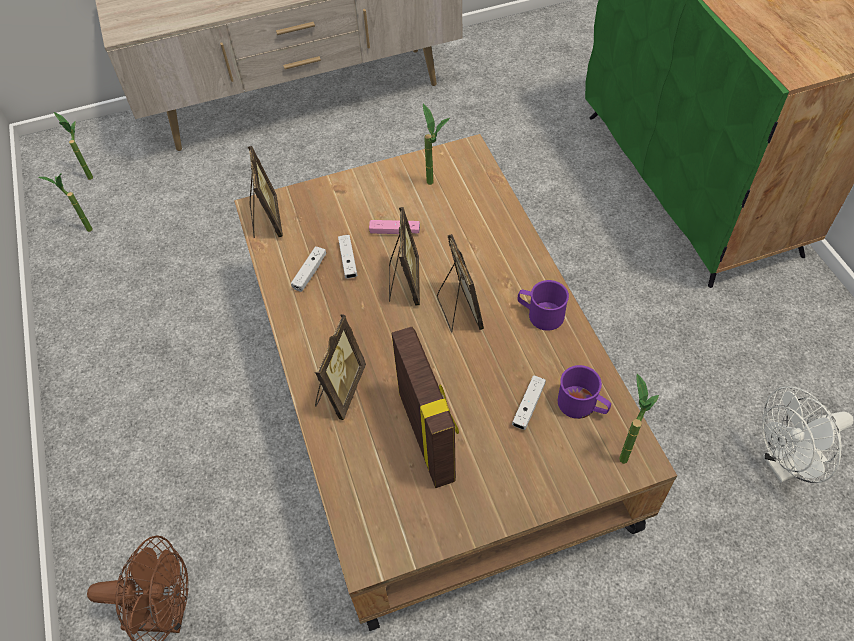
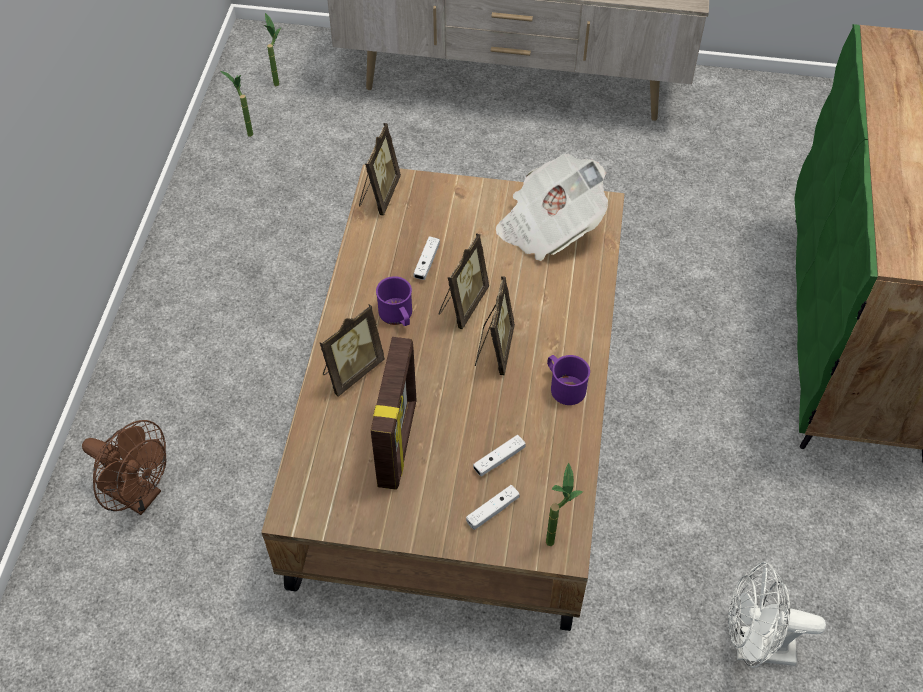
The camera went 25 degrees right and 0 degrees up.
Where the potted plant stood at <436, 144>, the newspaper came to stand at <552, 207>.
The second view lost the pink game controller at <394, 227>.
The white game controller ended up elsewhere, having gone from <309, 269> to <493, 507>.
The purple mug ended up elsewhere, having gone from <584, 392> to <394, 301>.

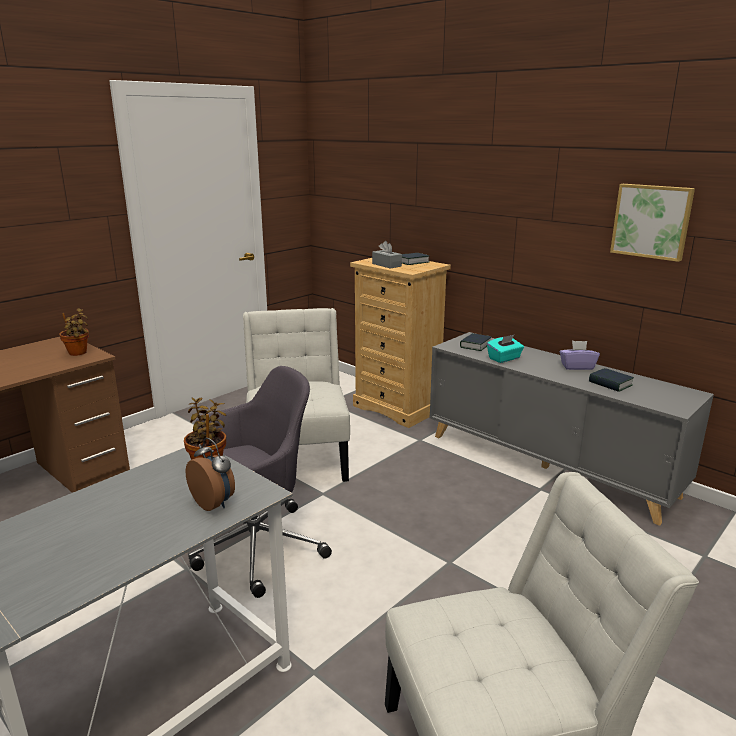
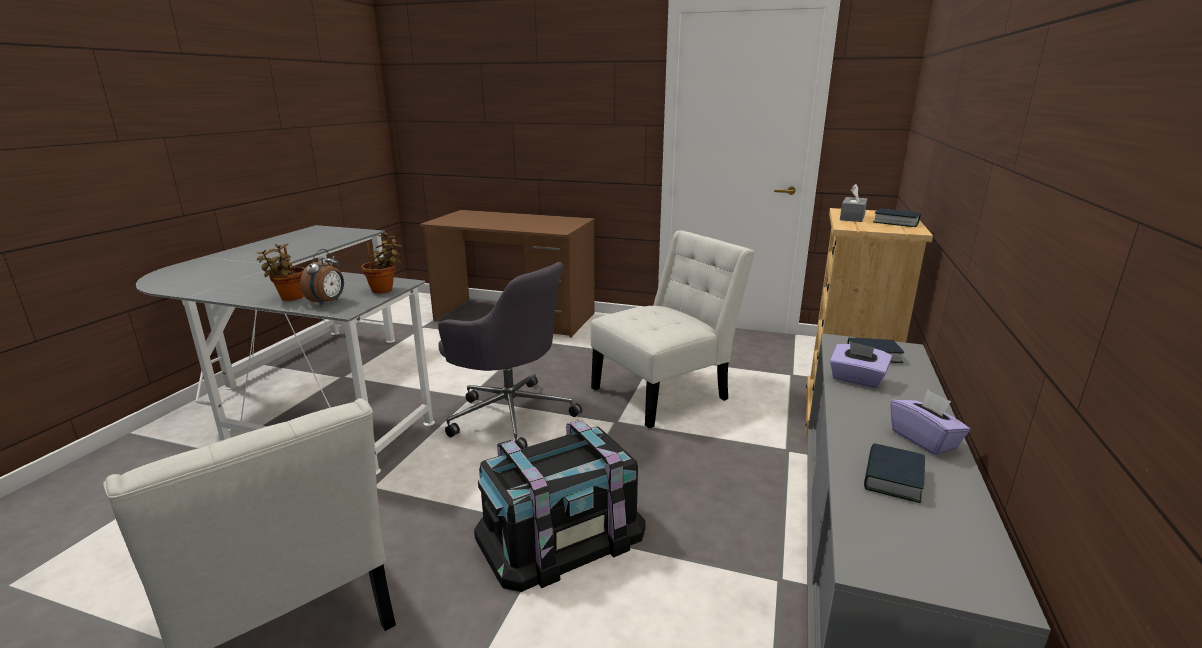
The camera went 65 degrees right and 0 degrees up.
The second view lost the picture at <652, 223>.
The potted plant ended up elsewhere, having gone from <74, 332> to <281, 272>.
What was the turquoise tissue box at <505, 348> turned into the purple tissue box at <861, 365>.
The second view gained the black storage box at <559, 506>.

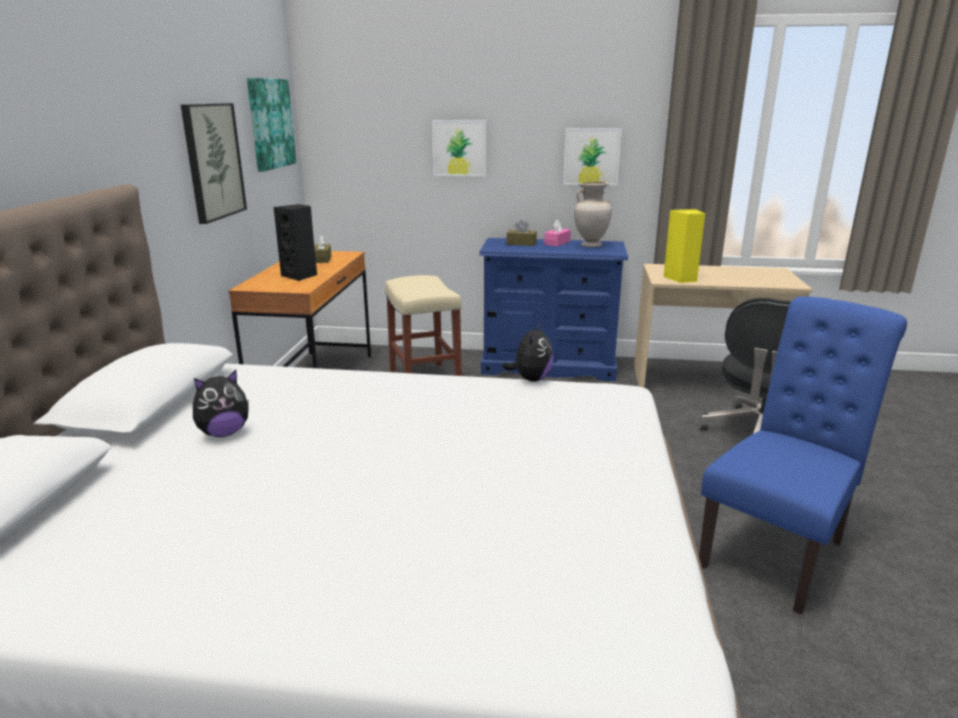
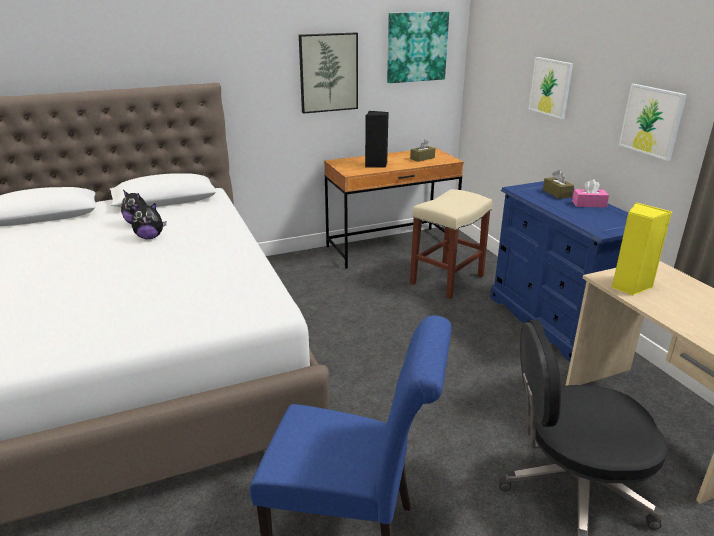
The camera went 60 degrees right and 5 degrees up.
The second view lost the beige vase at <593, 214>.
The plush toy ended up elsewhere, having gone from <527, 352> to <149, 221>.

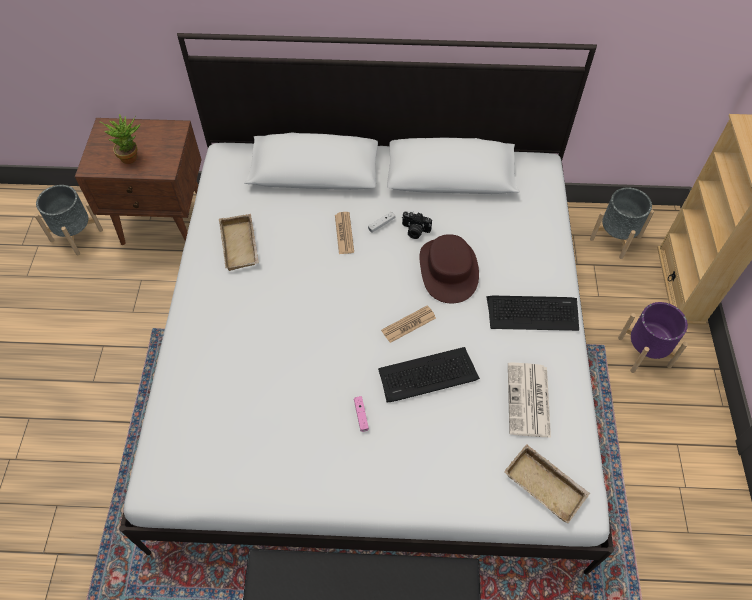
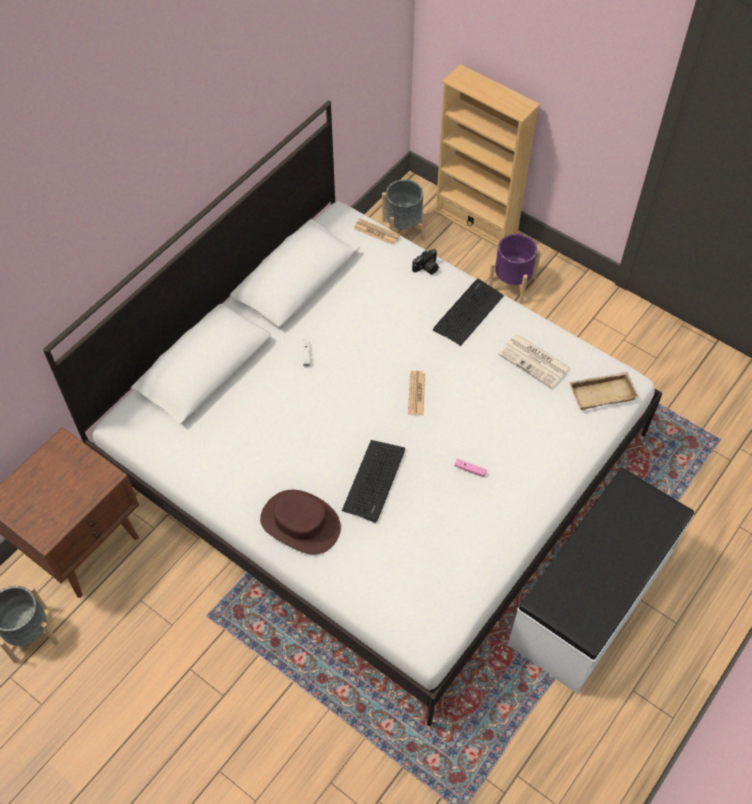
The camera went 55 degrees left and 0 degrees up.
The second view lost the potted plant at <120, 139>.
The photo camera ended up elsewhere, having gone from <417, 225> to <425, 261>.
The newspaper ended up elsewhere, having gone from <344, 233> to <377, 232>.
The second view lost the beige tray at <239, 242>.
The brown hat ended up elsewhere, having gone from <449, 268> to <300, 522>.
The keyboard ended up elsewhere, having gone from <429, 374> to <373, 481>.

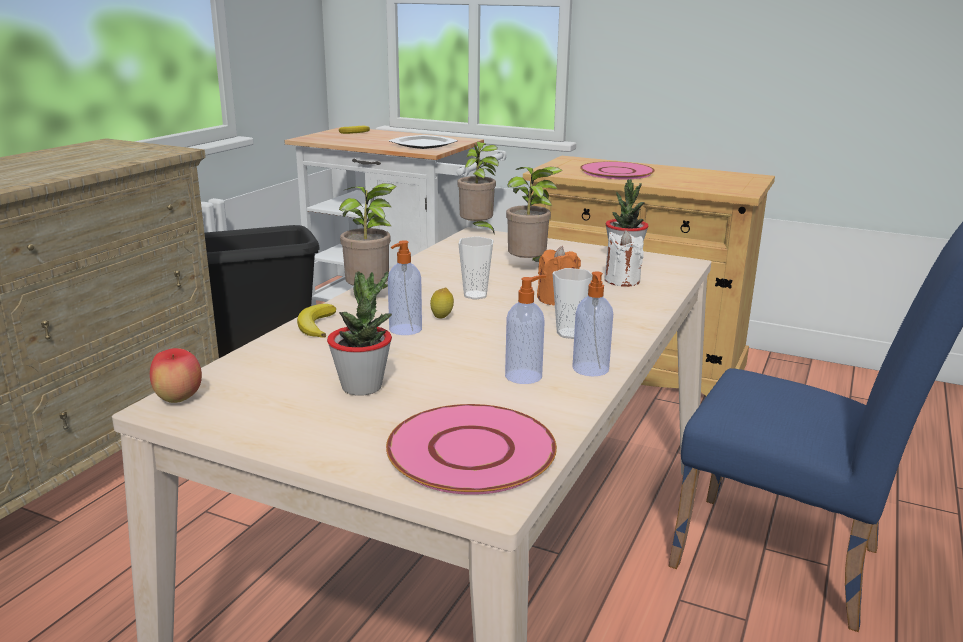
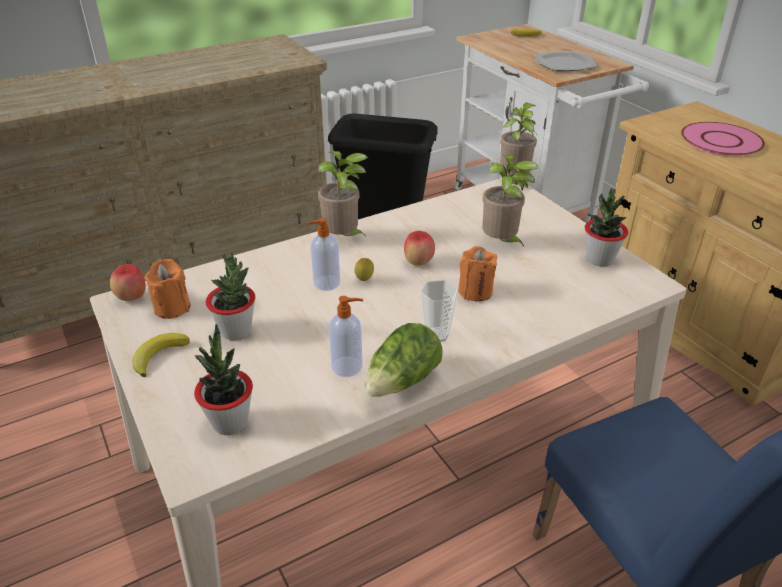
The camera went 35 degrees right and 15 degrees up.
The second view lost the white candle at <624, 258>.
Where the cup stood at <476, 267>, the apple came to stand at <419, 248>.
Where the soap dispenser stood at <592, 323>, the lettuce came to stand at <403, 360>.
The banana ended up elsewhere, having gone from <316, 321> to <161, 355>.
Where the pink plate stood at <471, 449>, the potted plant came to stand at <223, 379>.
The second view gained the orange candle at <167, 289>.

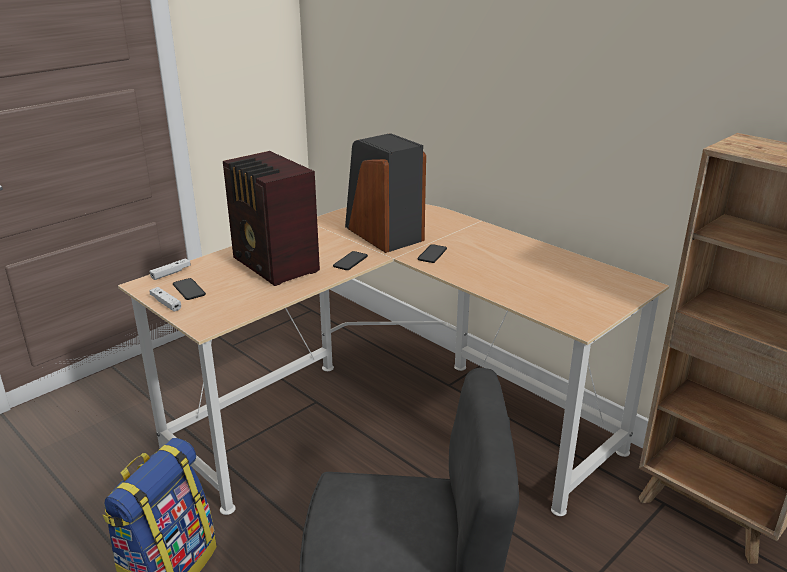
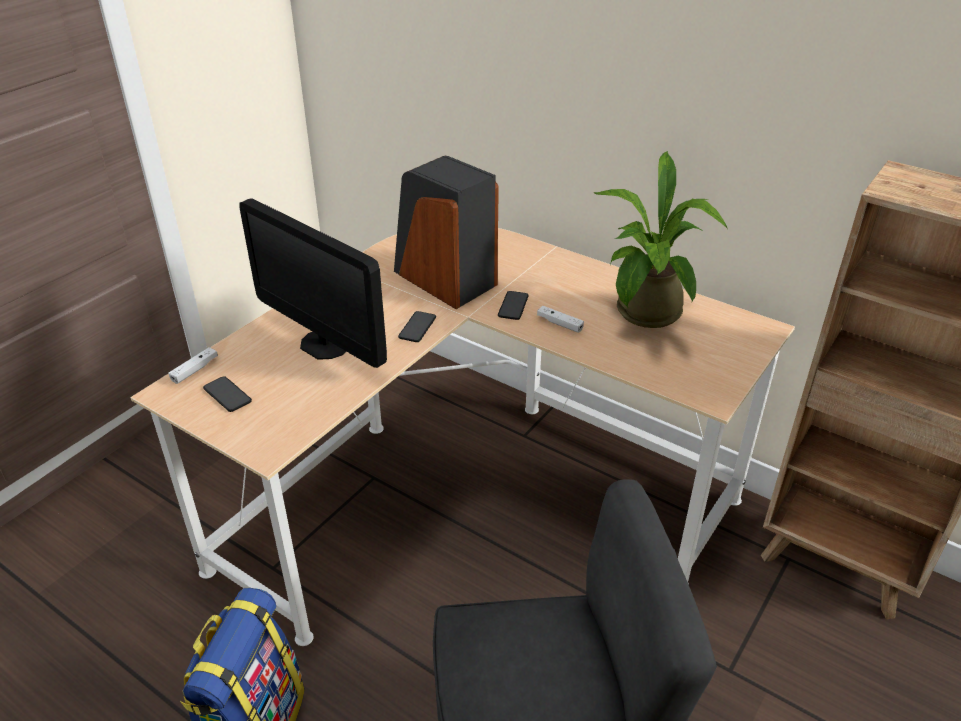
The camera went 10 degrees left and 10 degrees up.
Where the radio stood at <271, 218>, the monitor came to stand at <313, 283>.
The white game controller ended up elsewhere, having gone from <165, 299> to <560, 319>.
The second view gained the potted plant at <660, 239>.

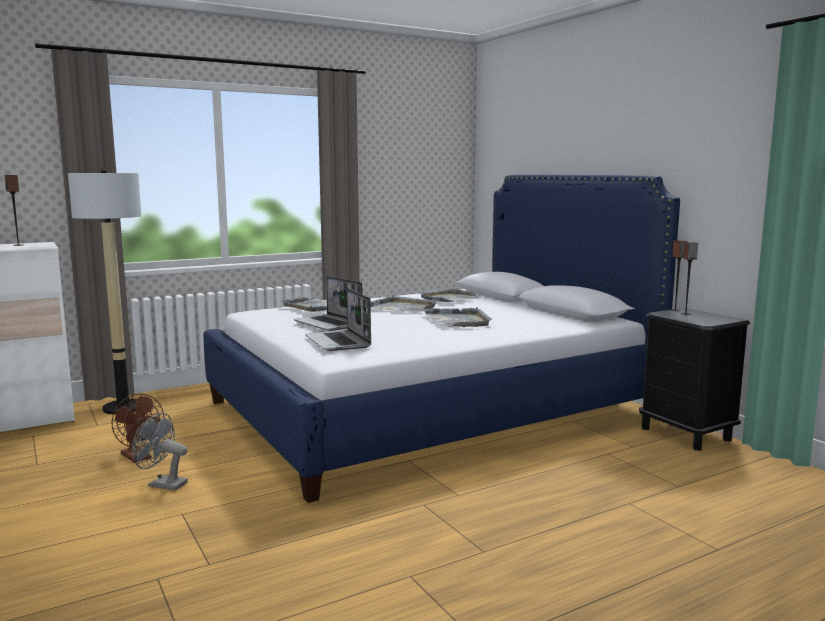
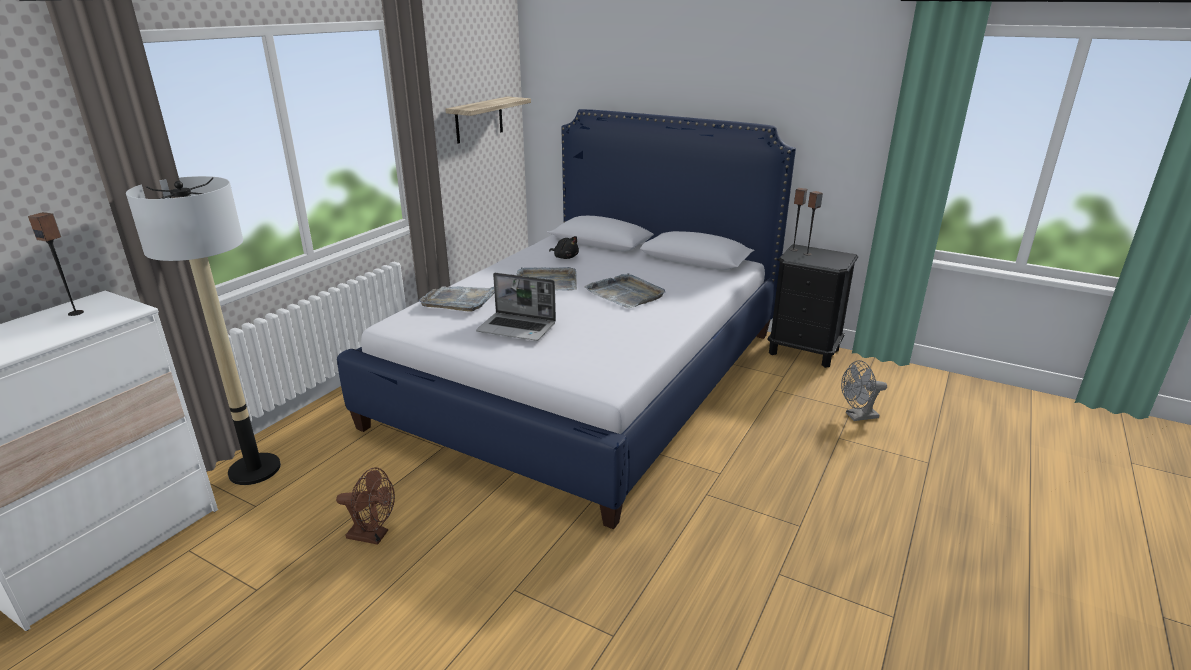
The camera went 30 degrees left and 15 degrees up.
The second view lost the laptop at <338, 319>.
Where the grey tray stood at <450, 295>, the black plush toy came to stand at <564, 247>.
The grey fan ended up elsewhere, having gone from <160, 452> to <864, 390>.
The second view gained the shelf at <488, 120>.

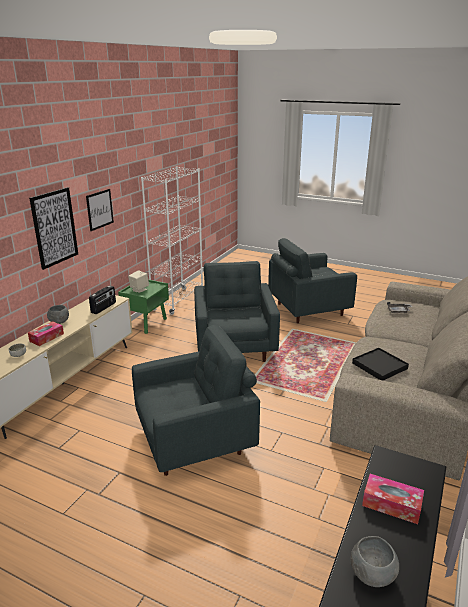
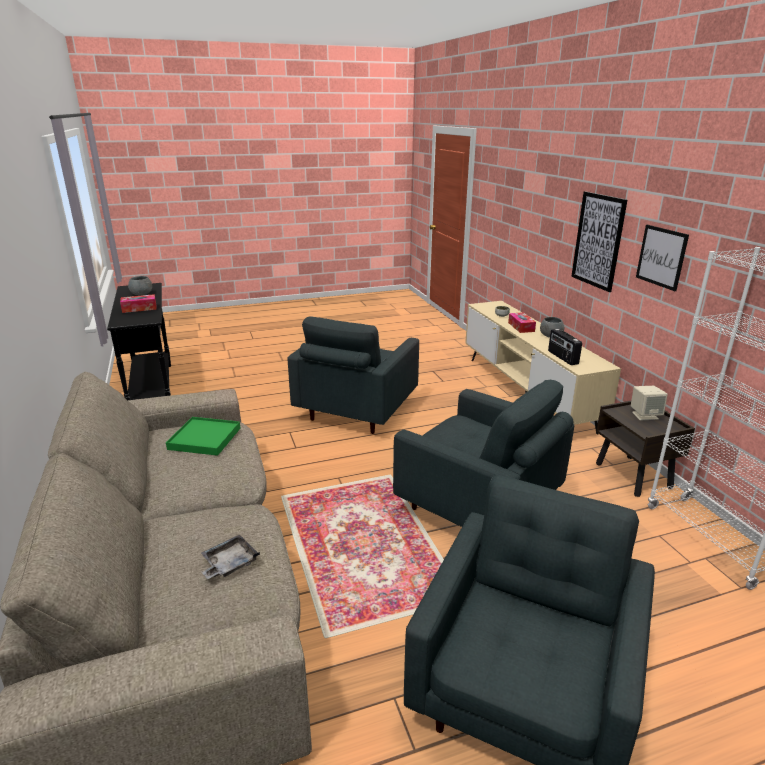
The camera went 135 degrees right and 0 degrees up.
What was the green nightstand at <143, 306> turned into the brown nightstand at <645, 449>.
What was the black tray at <380, 364> turned into the green tray at <203, 436>.

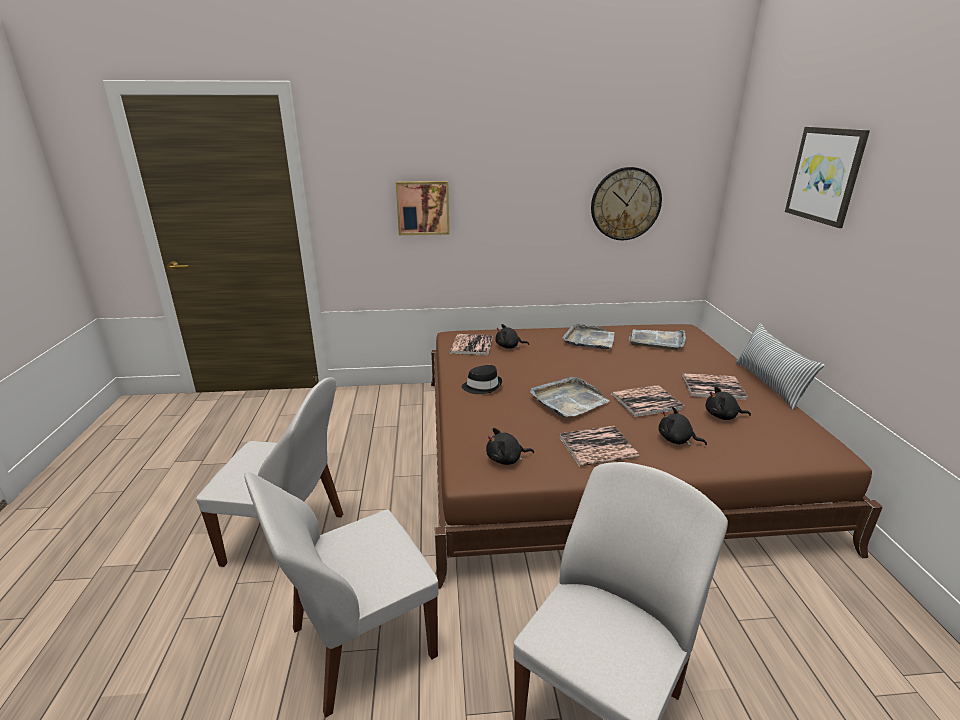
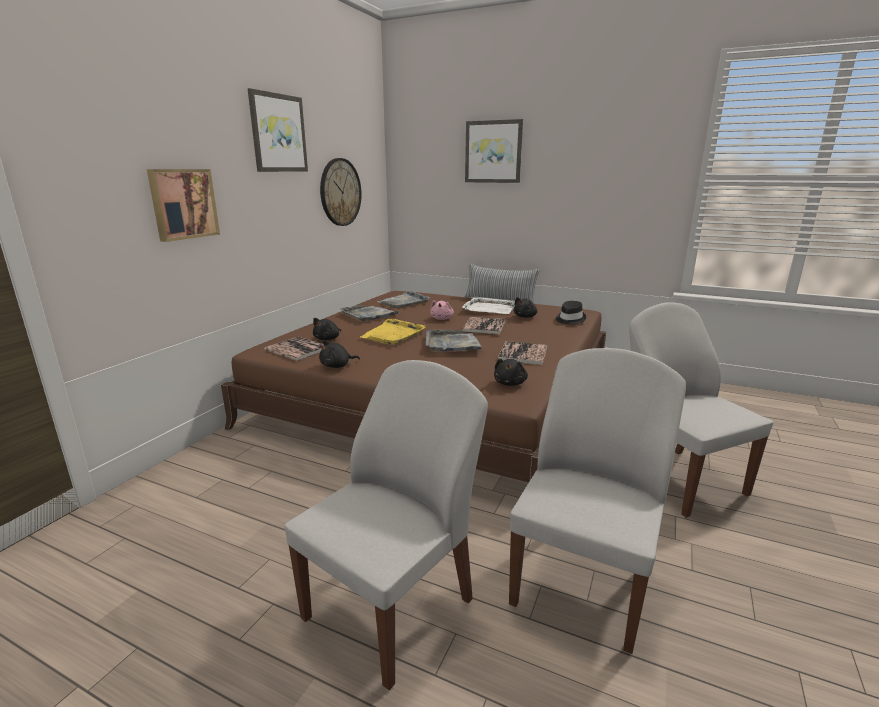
The camera went 60 degrees left and 5 degrees down.
The black hat ended up elsewhere, having gone from <482, 379> to <571, 312>.
Where the book stood at <715, 386>, the white tray came to stand at <488, 305>.
The black plush toy ended up elsewhere, having gone from <682, 426> to <339, 354>.
The white chair at <341, 595> ended up facing another way, 150 degrees counterclockwise from before.
The second view gained the picture at <278, 130>.
The second view gained the pink plush toy at <442, 310>.
The second view gained the yellow tray at <393, 332>.

